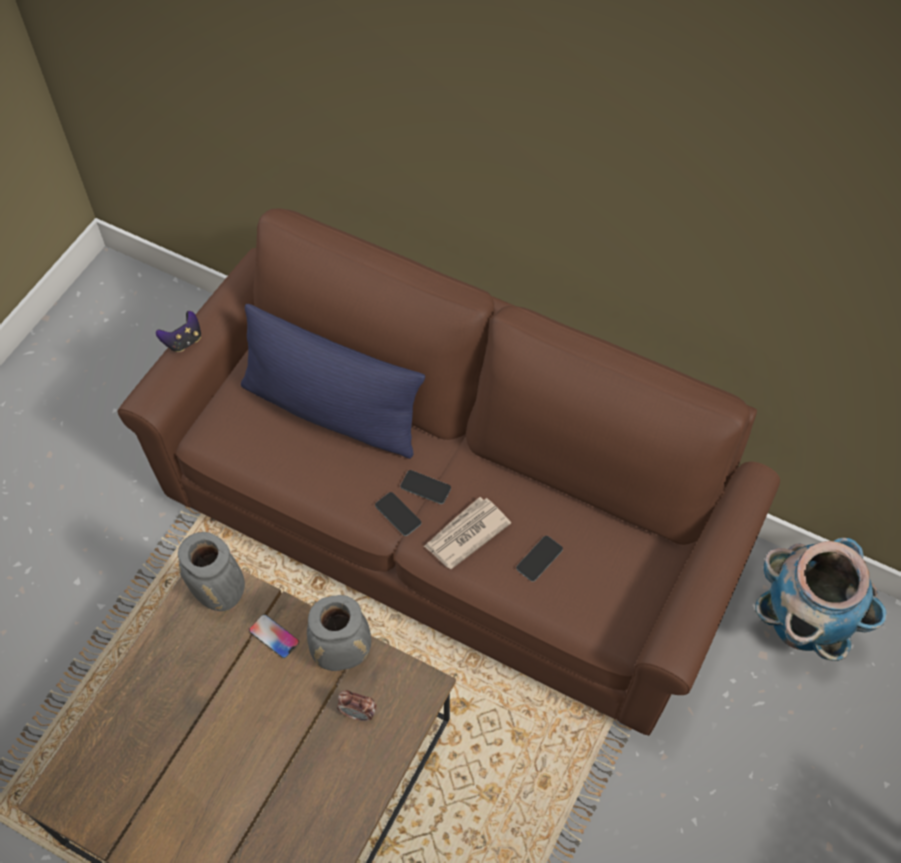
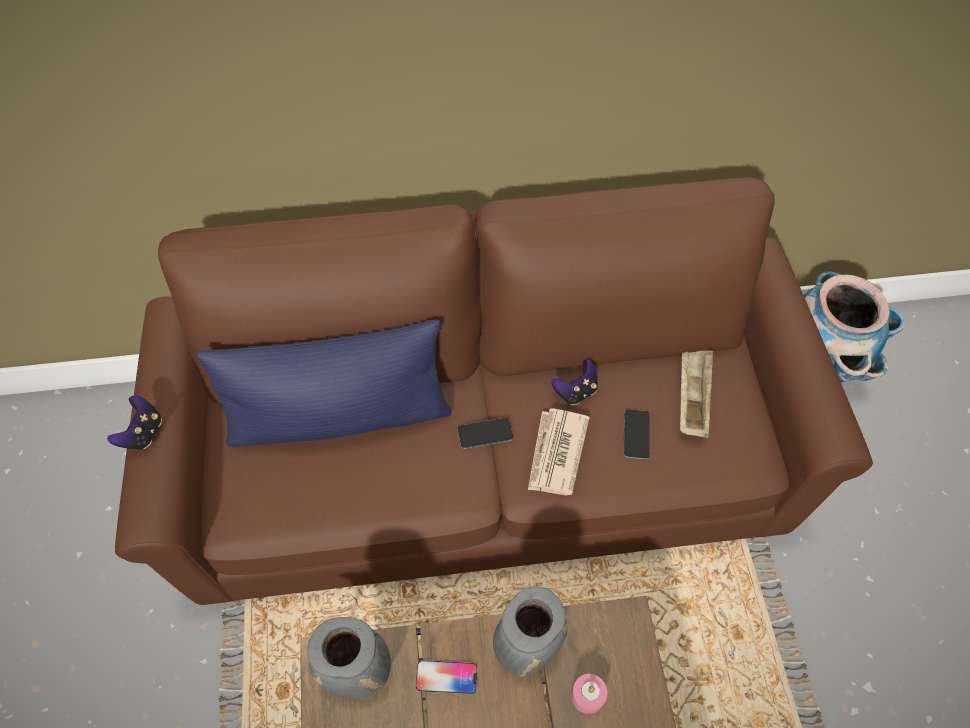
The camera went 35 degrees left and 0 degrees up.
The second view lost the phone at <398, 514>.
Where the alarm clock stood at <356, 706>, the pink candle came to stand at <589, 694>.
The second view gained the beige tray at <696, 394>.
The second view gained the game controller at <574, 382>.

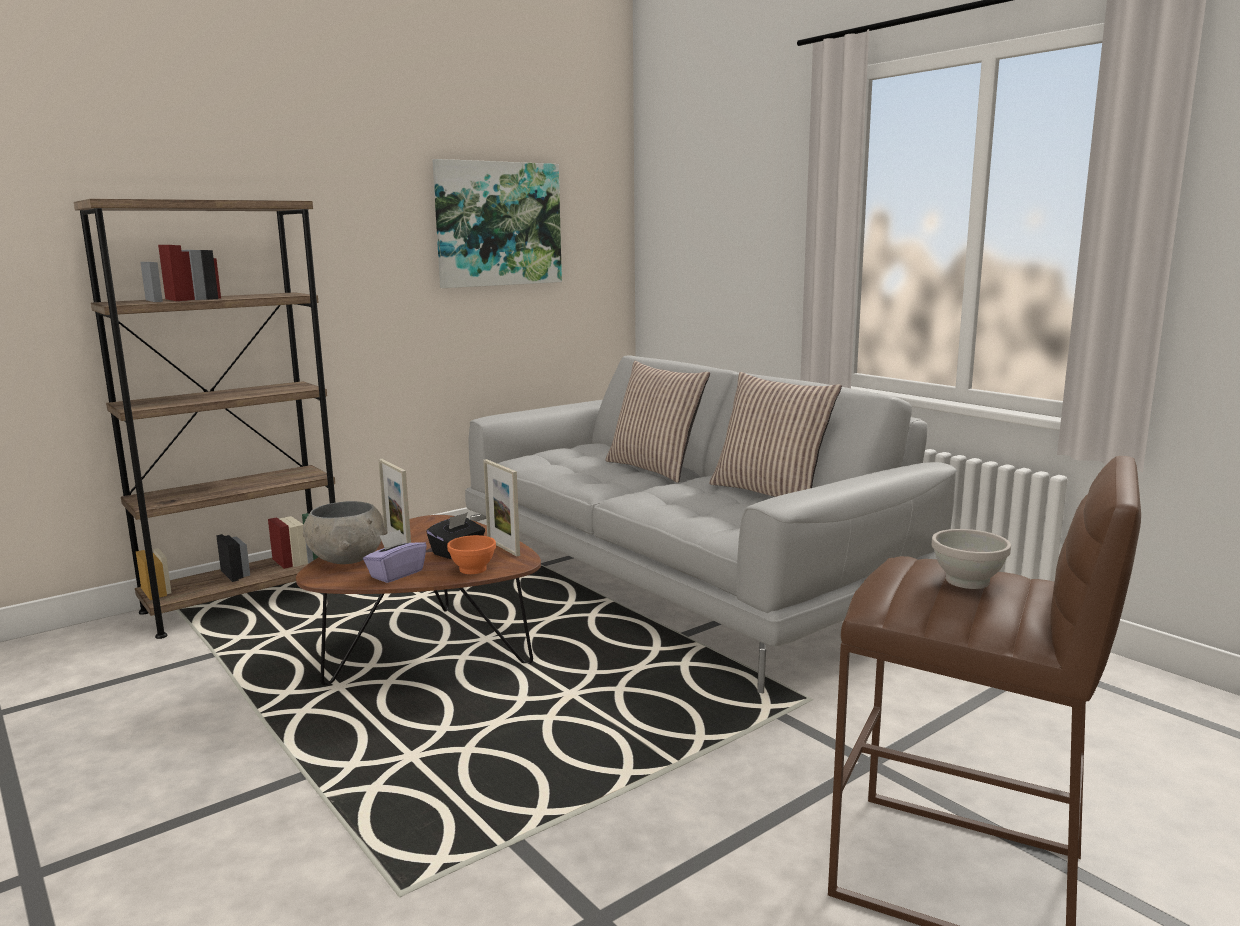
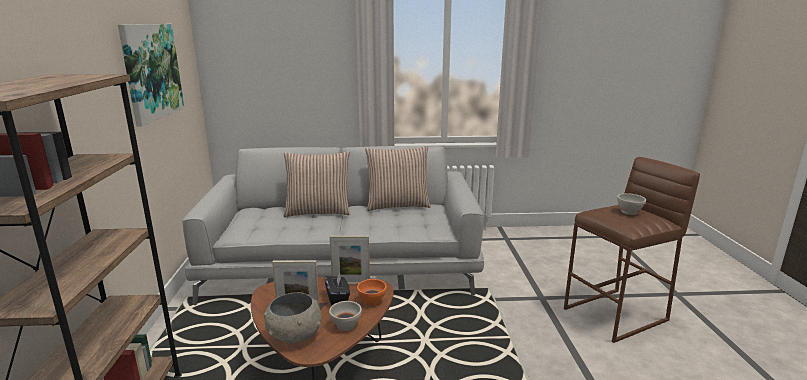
The camera went 55 degrees left and 5 degrees up.
Where the purple tissue box stood at <395, 556>, the white bowl came to stand at <345, 316>.

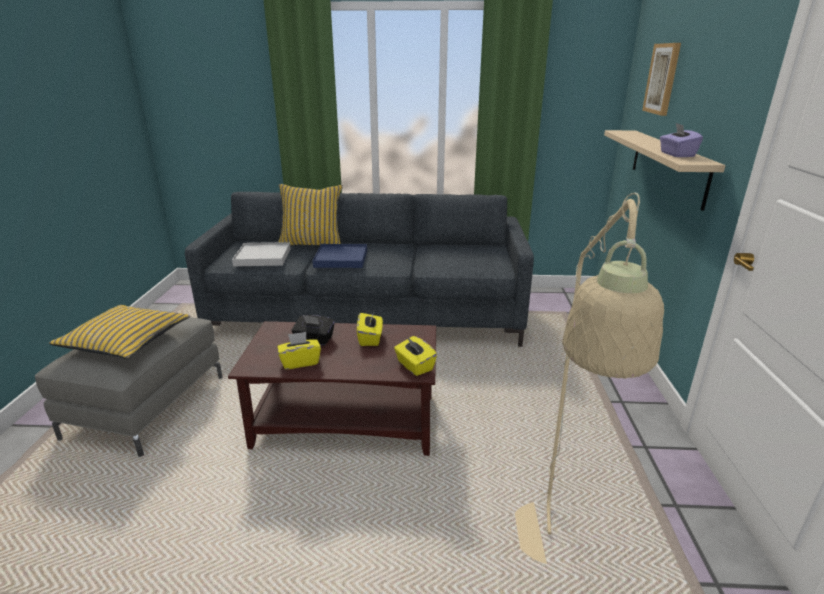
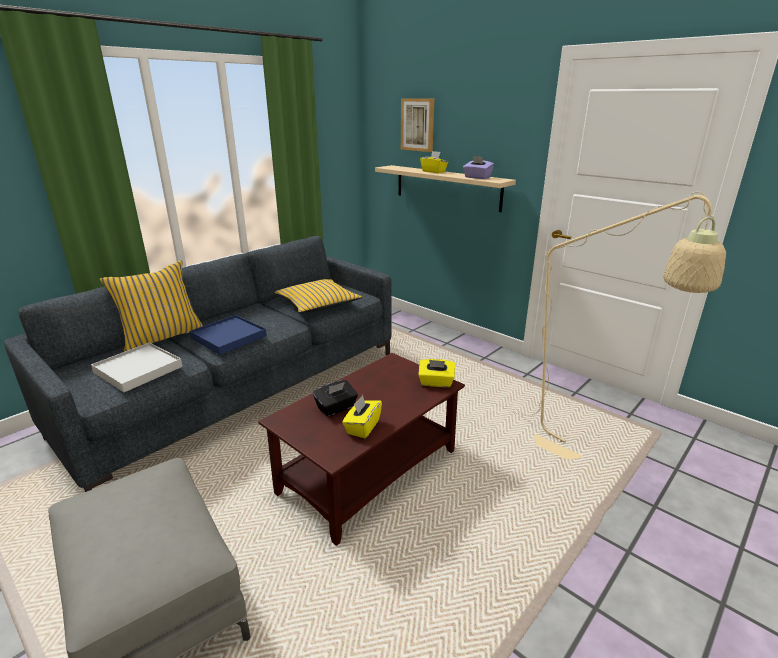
The camera went 50 degrees left and 0 degrees up.
The yellow pillow ended up elsewhere, having gone from <119, 332> to <318, 296>.
The yellow tissue box ended up elsewhere, having gone from <370, 329> to <434, 162>.

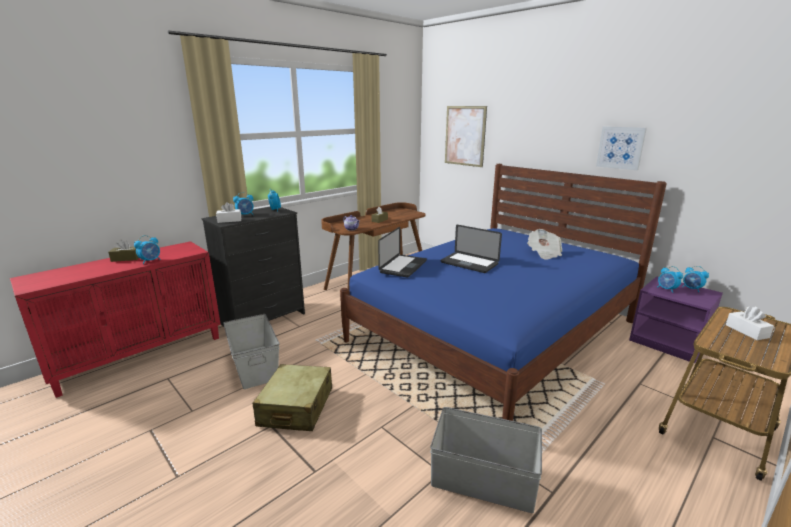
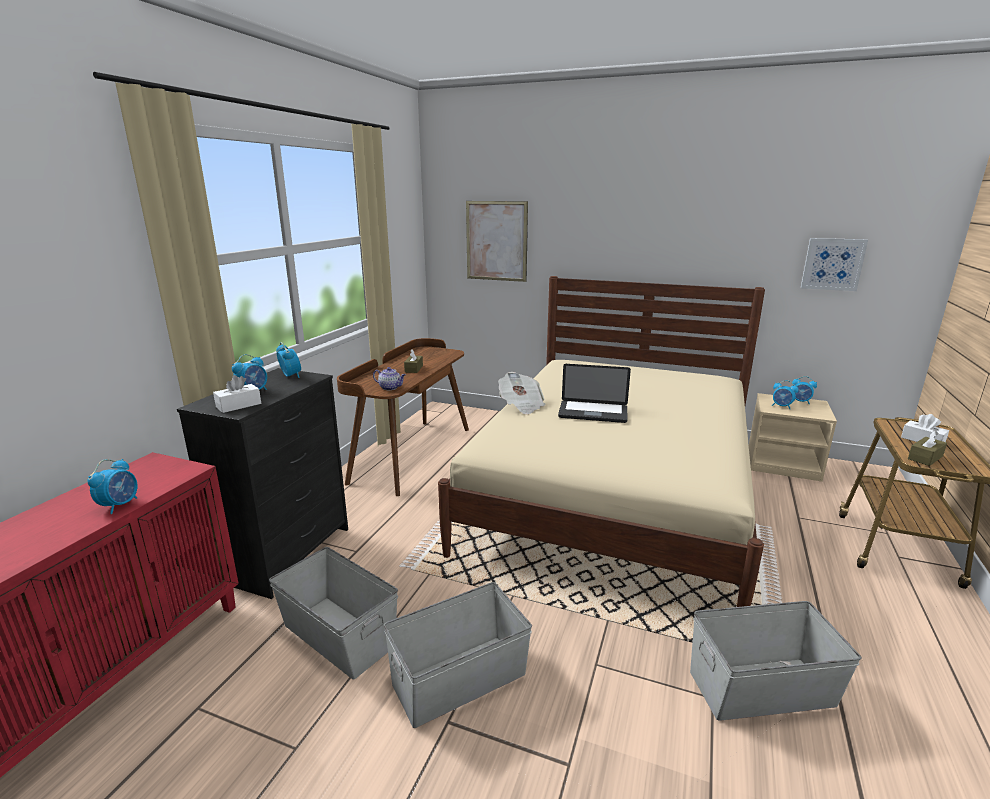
The camera went 25 degrees left and 0 degrees up.
The picture ended up elsewhere, having gone from <621, 148> to <834, 264>.
What was the blue bed at <503, 292> turned into the beige bed at <601, 441>.
The second view lost the laptop at <402, 252>.
The newspaper ended up elsewhere, having gone from <545, 244> to <521, 393>.
The brown tissue box ended up elsewhere, having gone from <123, 251> to <927, 448>.
What was the purple nightstand at <676, 319> turned into the beige nightstand at <793, 437>.
Where the beige suitcase stood at <292, 397>, the grey storage box came to stand at <458, 655>.

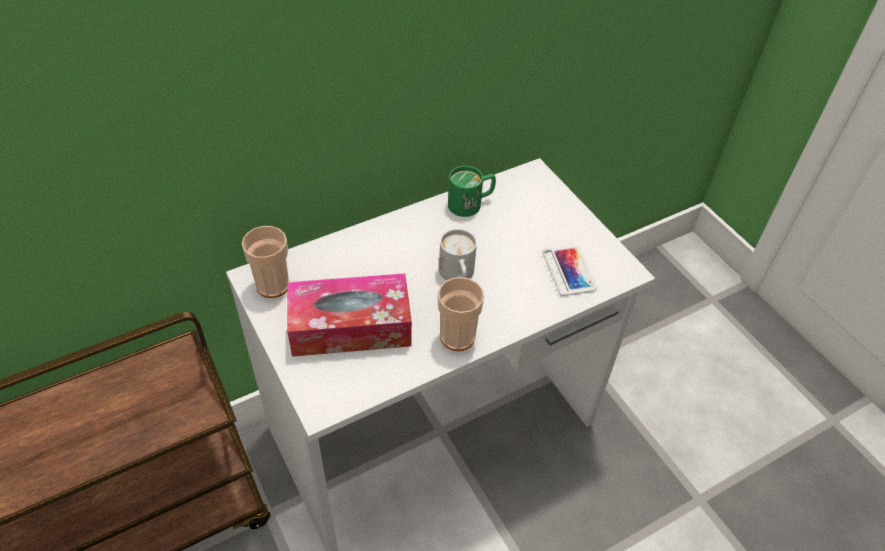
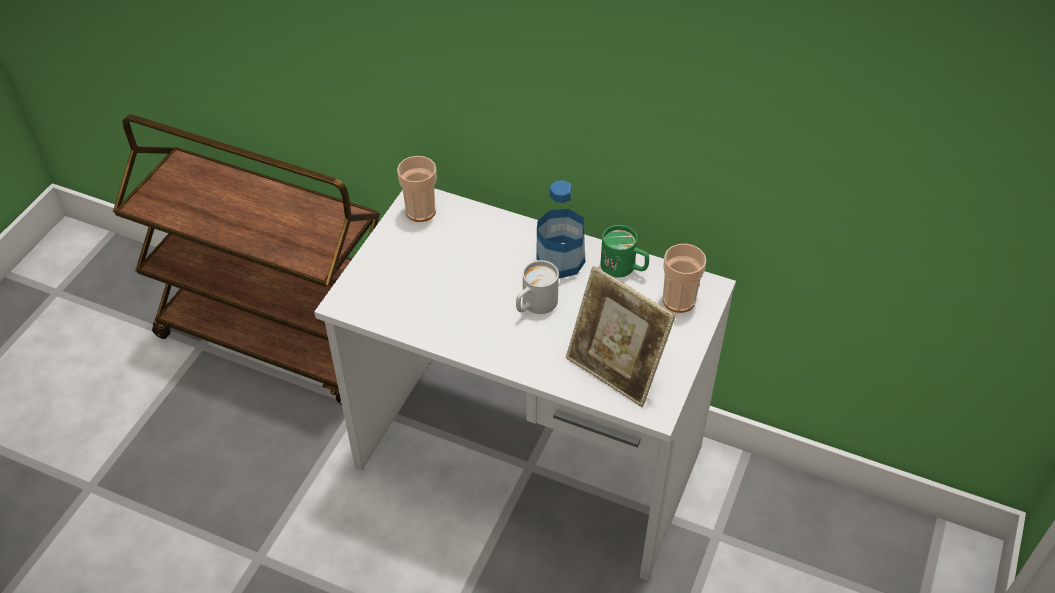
The camera went 55 degrees right and 0 degrees up.
Where the phone stood at <569, 270>, the picture frame came to stand at <621, 336>.
The second view lost the tissue box at <349, 315>.
The cup ended up elsewhere, having gone from <461, 314> to <684, 278>.
The second view gained the bottle at <560, 229>.

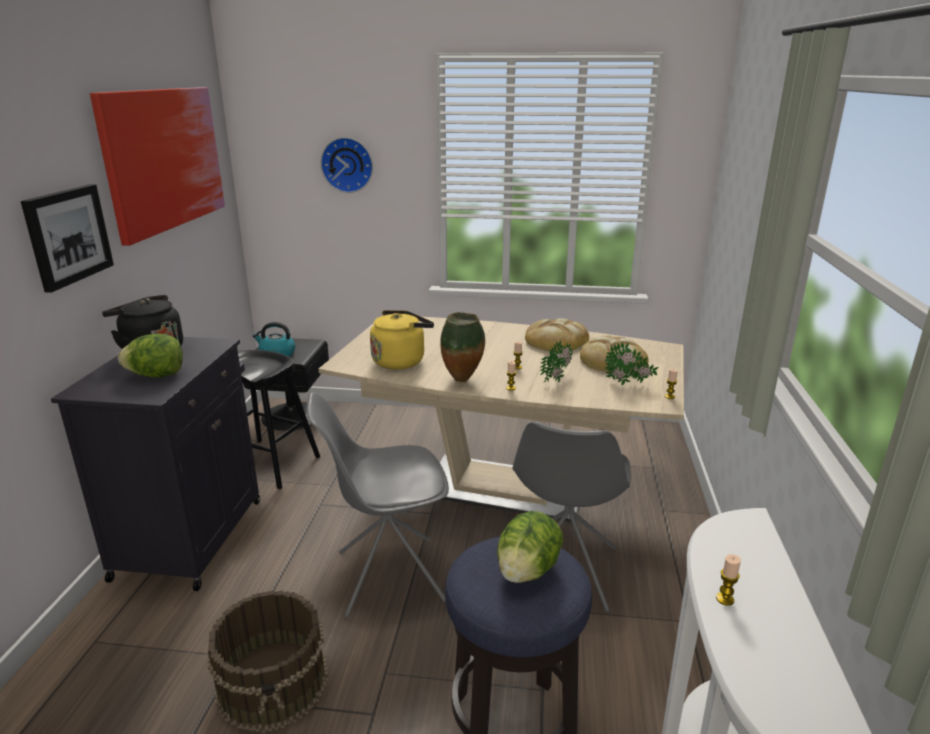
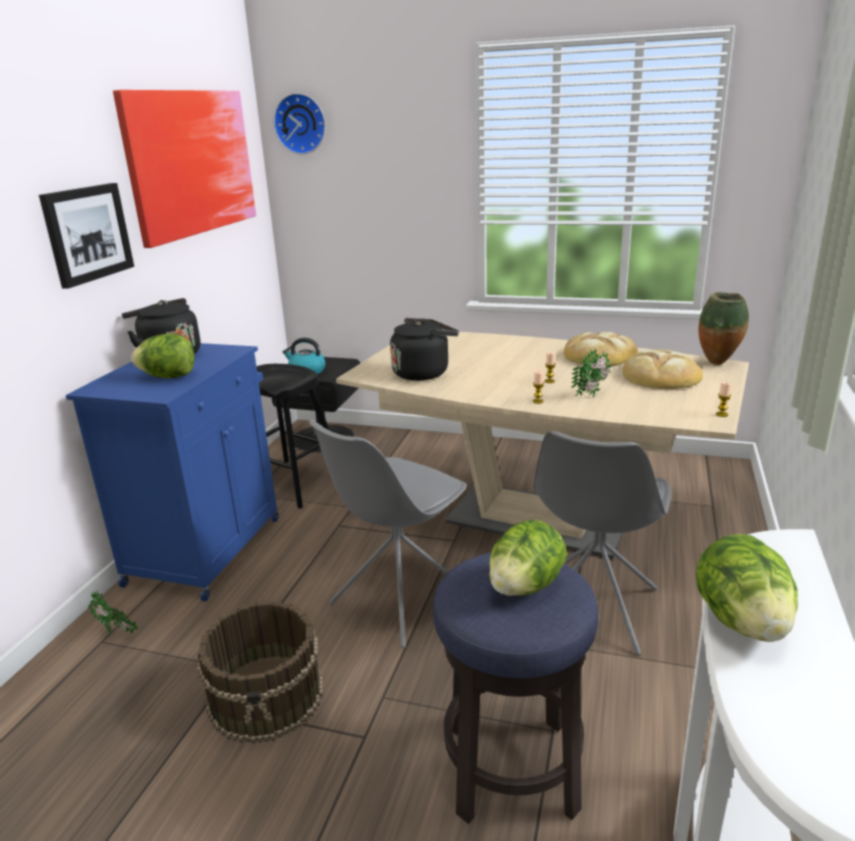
The camera went 10 degrees right and 0 degrees up.
The wall clock ended up elsewhere, having gone from <347, 165> to <300, 123>.
What was the yellow kettle at <402, 339> turned into the black kettle at <424, 349>.
The vase ended up elsewhere, having gone from <462, 347> to <723, 328>.
What was the black cabinet at <155, 464> turned into the blue cabinet at <172, 472>.
The potted plant ended up elsewhere, having gone from <631, 363> to <113, 613>.
The grey chair at <377, 505> ended up facing another way, 45 degrees counterclockwise from before.
Where the candle stood at <728, 580>, the lettuce came to stand at <747, 588>.

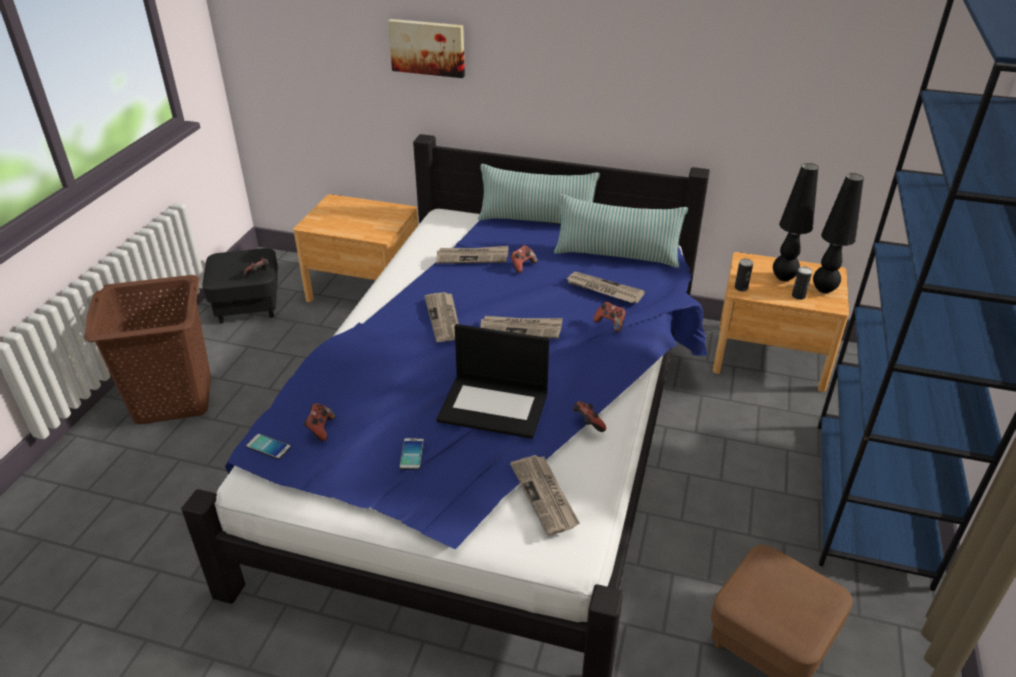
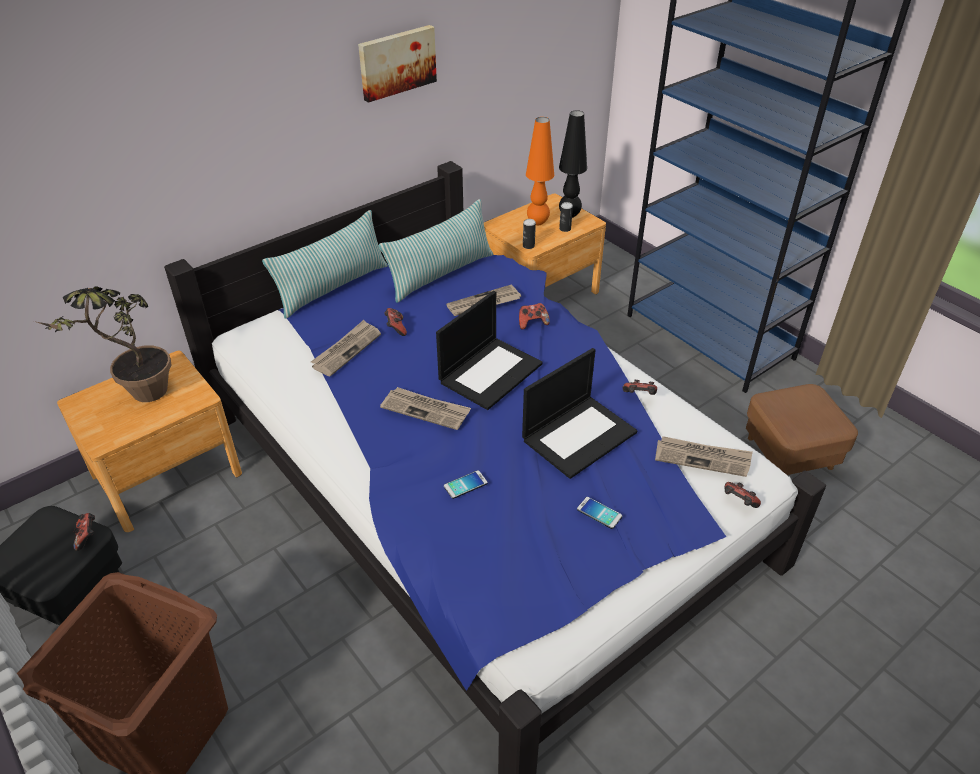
The camera went 55 degrees left and 5 degrees up.
The picture ended up elsewhere, having gone from <426, 48> to <397, 64>.
What was the black table lamp at <796, 222> turned into the orange table lamp at <540, 171>.
Where the newspaper stood at <521, 327>, the laptop came to stand at <489, 350>.
The game controller ended up elsewhere, having gone from <319, 422> to <742, 495>.
The phone ended up elsewhere, having gone from <268, 446> to <466, 484>.
The second view gained the potted plant at <102, 344>.

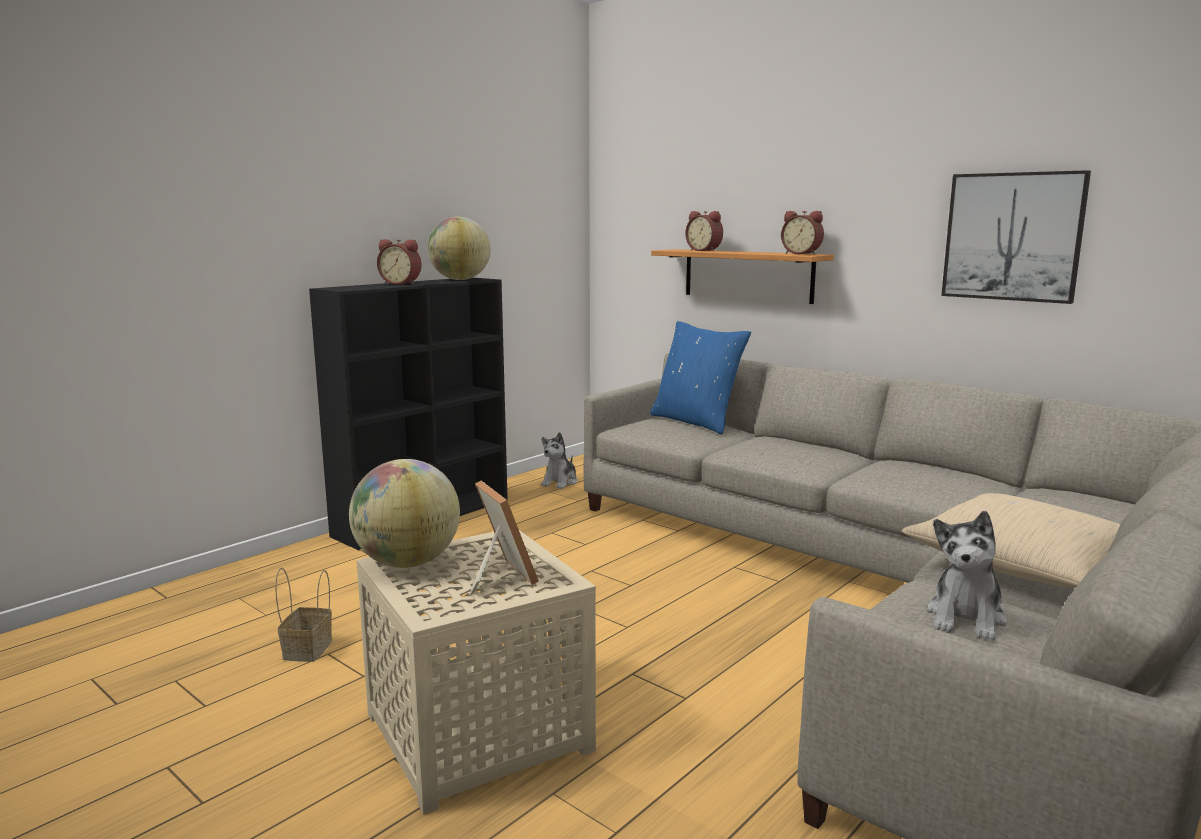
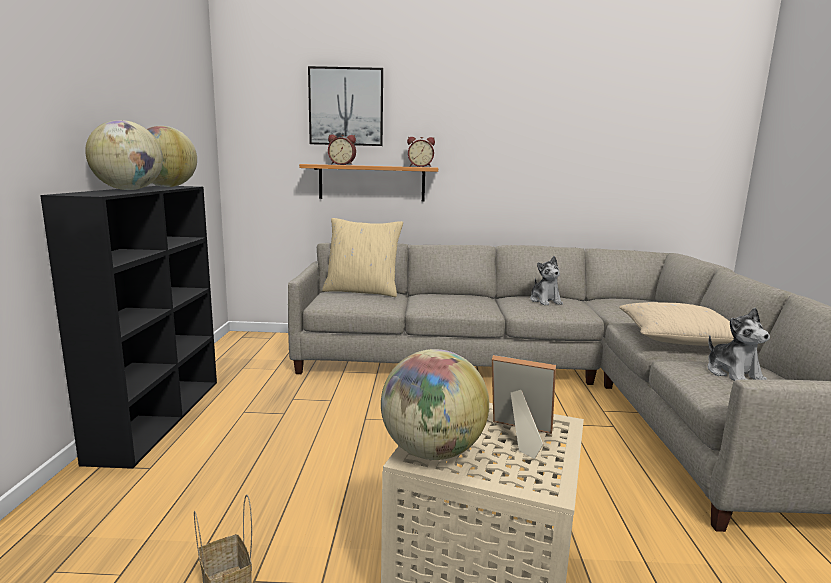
The camera went 40 degrees left and 0 degrees up.
The picture ended up elsewhere, having gone from <1016, 237> to <345, 106>.
Where the alarm clock stood at <399, 262>, the globe came to stand at <124, 155>.
What was the blue pillow at <700, 377> turned into the beige pillow at <362, 257>.
The plush toy ended up elsewhere, having gone from <559, 460> to <546, 281>.

